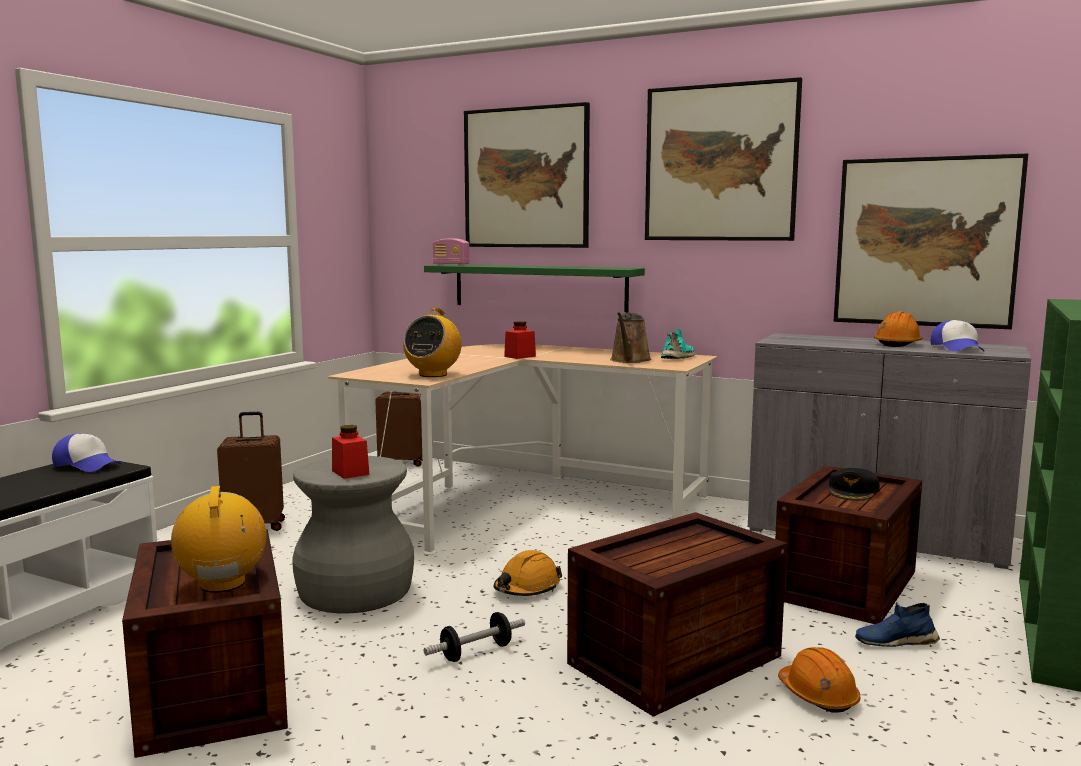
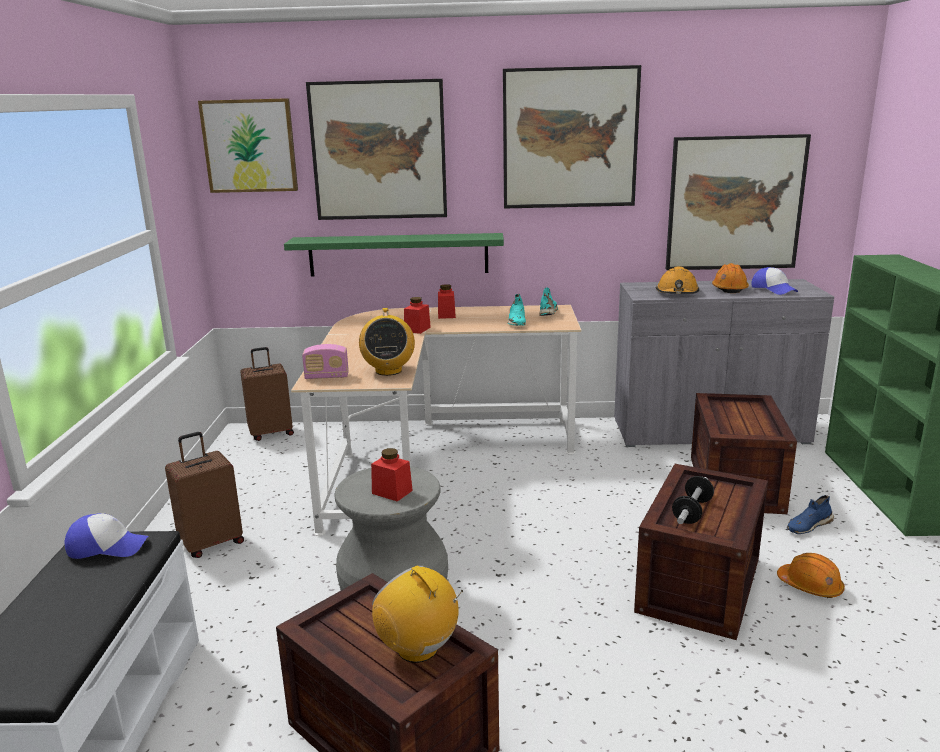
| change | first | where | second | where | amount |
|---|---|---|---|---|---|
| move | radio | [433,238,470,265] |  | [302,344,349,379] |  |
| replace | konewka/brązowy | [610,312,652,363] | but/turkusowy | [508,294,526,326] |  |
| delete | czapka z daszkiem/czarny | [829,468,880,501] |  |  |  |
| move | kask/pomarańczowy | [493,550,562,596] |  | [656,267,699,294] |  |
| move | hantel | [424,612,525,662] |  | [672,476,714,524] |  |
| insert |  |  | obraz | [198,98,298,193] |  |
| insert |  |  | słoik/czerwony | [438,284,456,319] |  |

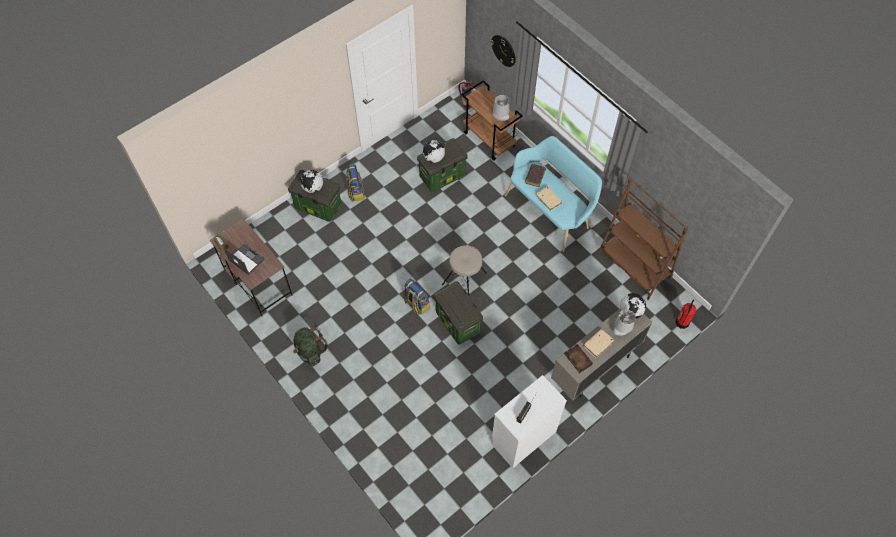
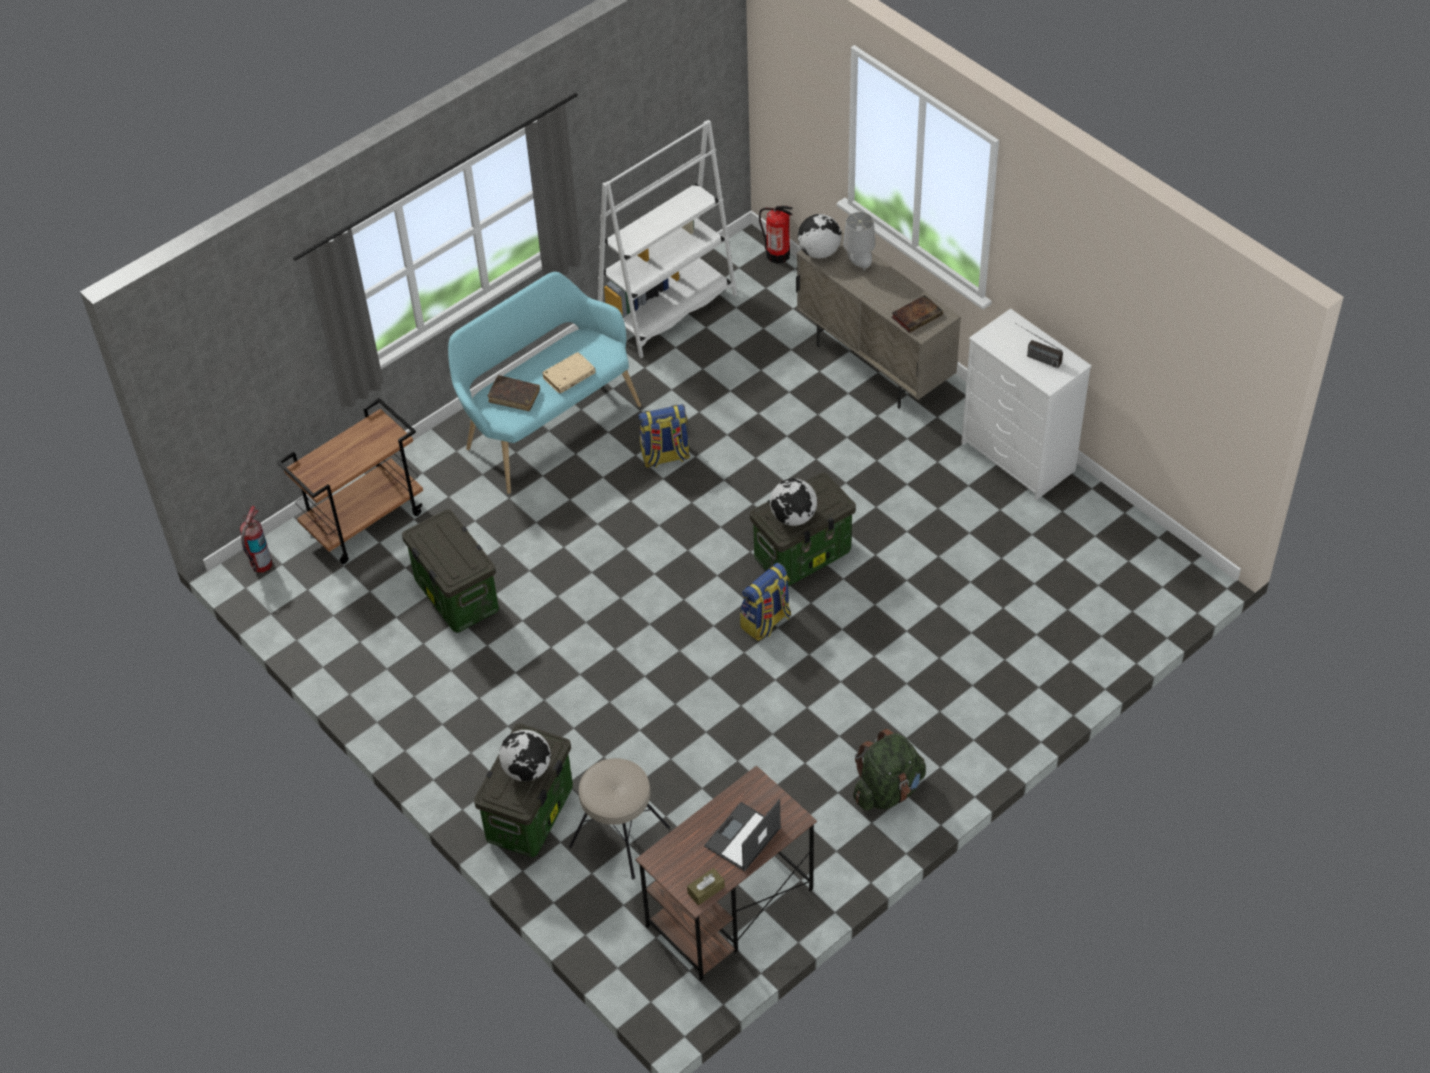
| change | first | where | second | where | amount |
|---|---|---|---|---|---|
| delete | zegar ścienny | [491,35,516,67] |  |  |  |
| delete | lampa stołowa/szary | [493,95,509,121] |  |  |  |
| move | globus | [423,140,445,163] |  | [770,478,817,526] |  |
| move | plecak | [346,164,365,201] |  | [638,404,690,468] |  |
| recolor | regał/brązowy | [598,177,688,300] | regał/biały | [598,120,737,358] |  |
| move | stołek/beżowy | [442,245,487,296] |  | [569,758,670,879] |  |
| delete | książka/beżowy | [583,329,614,358] |  |  |  |

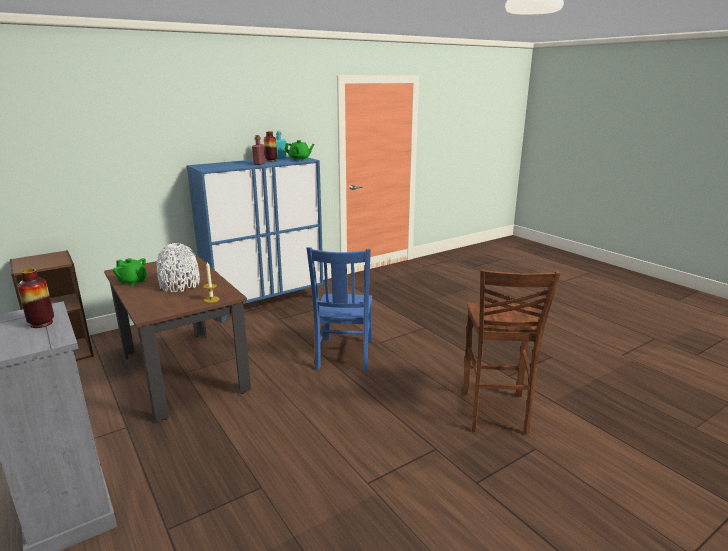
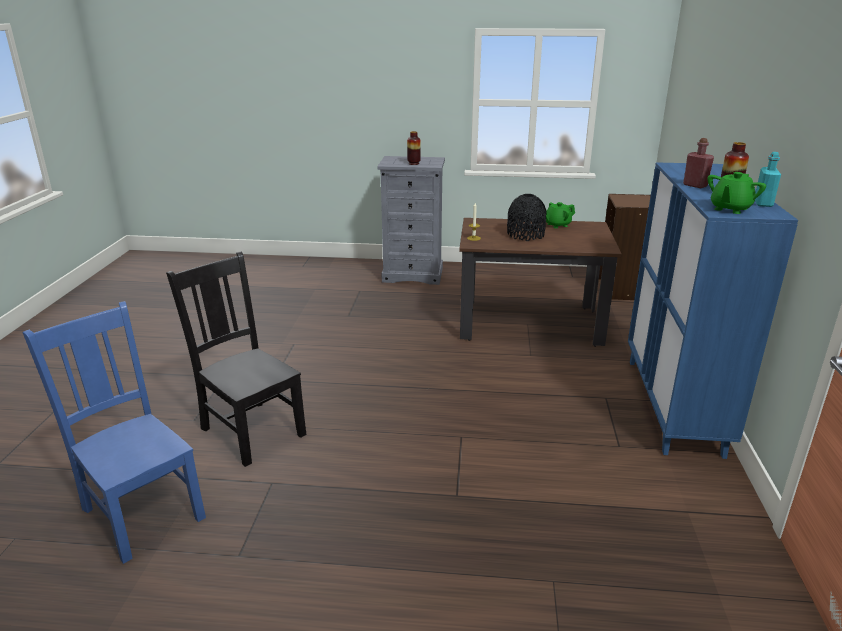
| change | first | where | second | where | amount |
|---|---|---|---|---|---|
| recolor | wazon/biały | [156,243,200,292] | wazon/czarny | [507,194,547,241] |  |
| move | krzesło/niebieski | [307,247,372,372] |  | [22,301,206,564] |  |
| replace | stołek/brązowy | [463,269,561,435] | krzesło/czarny | [166,251,306,467] |  |

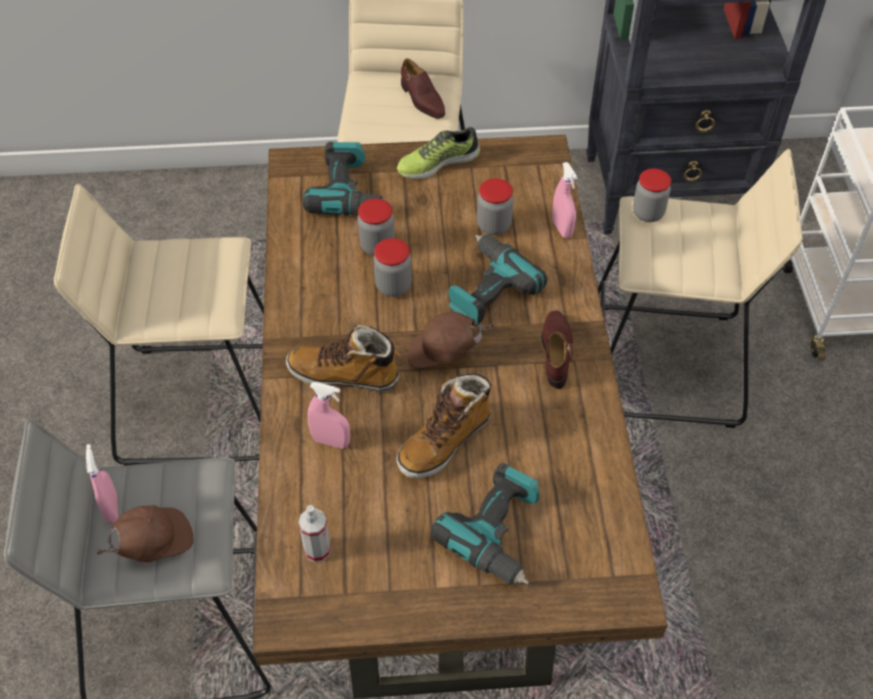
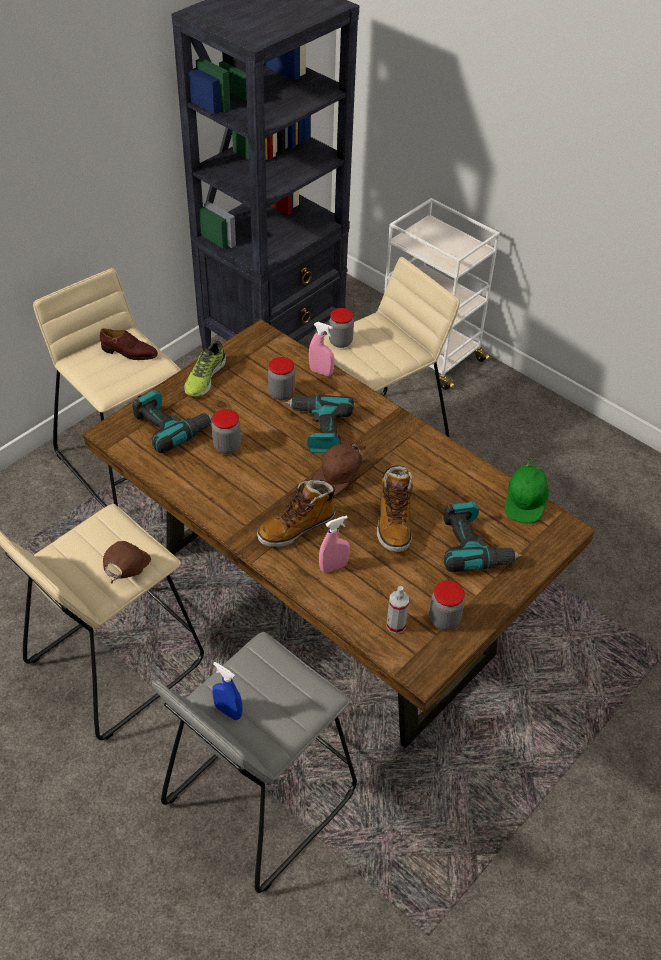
| change | first | where | second | where | amount |
|---|---|---|---|---|---|
| move | słoik | [373,238,412,297] |  | [429,581,465,630] |  |
| delete | but/brązowy | [541,310,573,389] |  |  |  |
| recolor | spryskiwacz/różowy | [86,444,118,524] | spryskiwacz/niebieski | [212,662,243,720] |  |
| move | czapka z daszkiem/brązowy | [97,505,194,562] |  | [103,541,151,583] |  |
| insert |  |  | czapka z daszkiem/zielony | [505,458,549,523] |  |

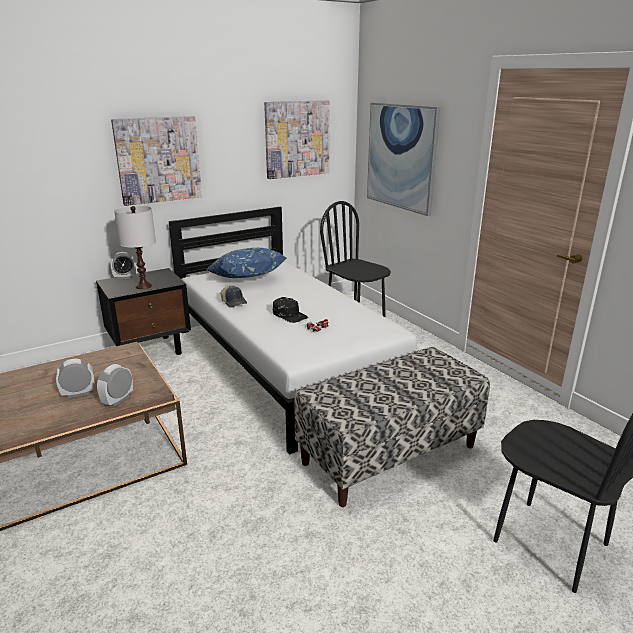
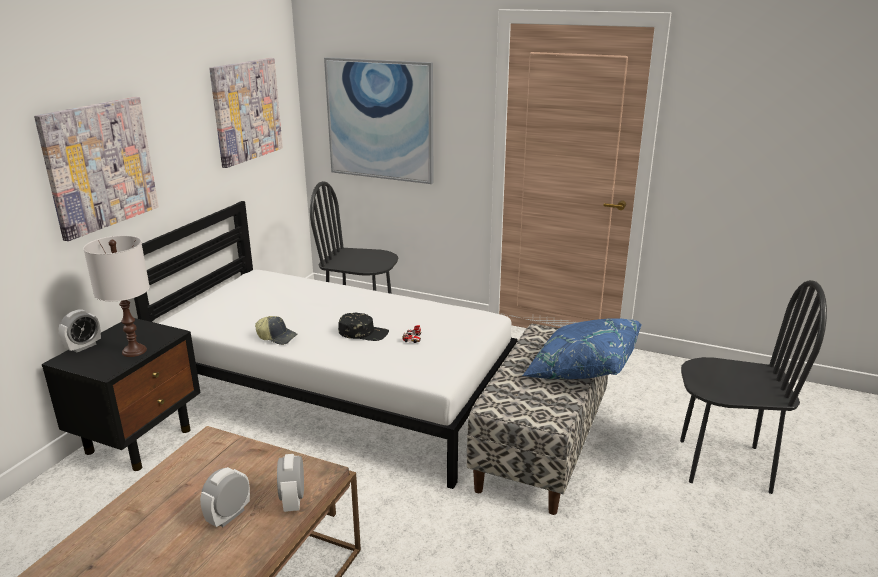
| change | first | where | second | where | amount |
|---|---|---|---|---|---|
| move | poduszka/niebieski | [206,248,287,278] |  | [522,318,642,379] |  |

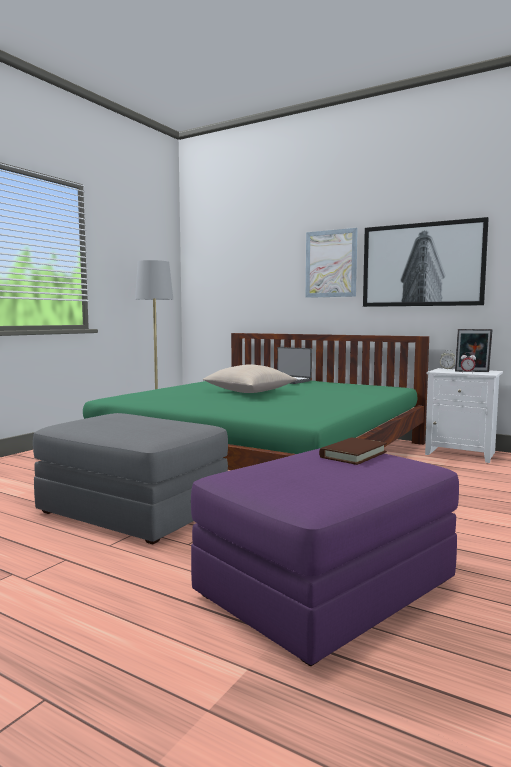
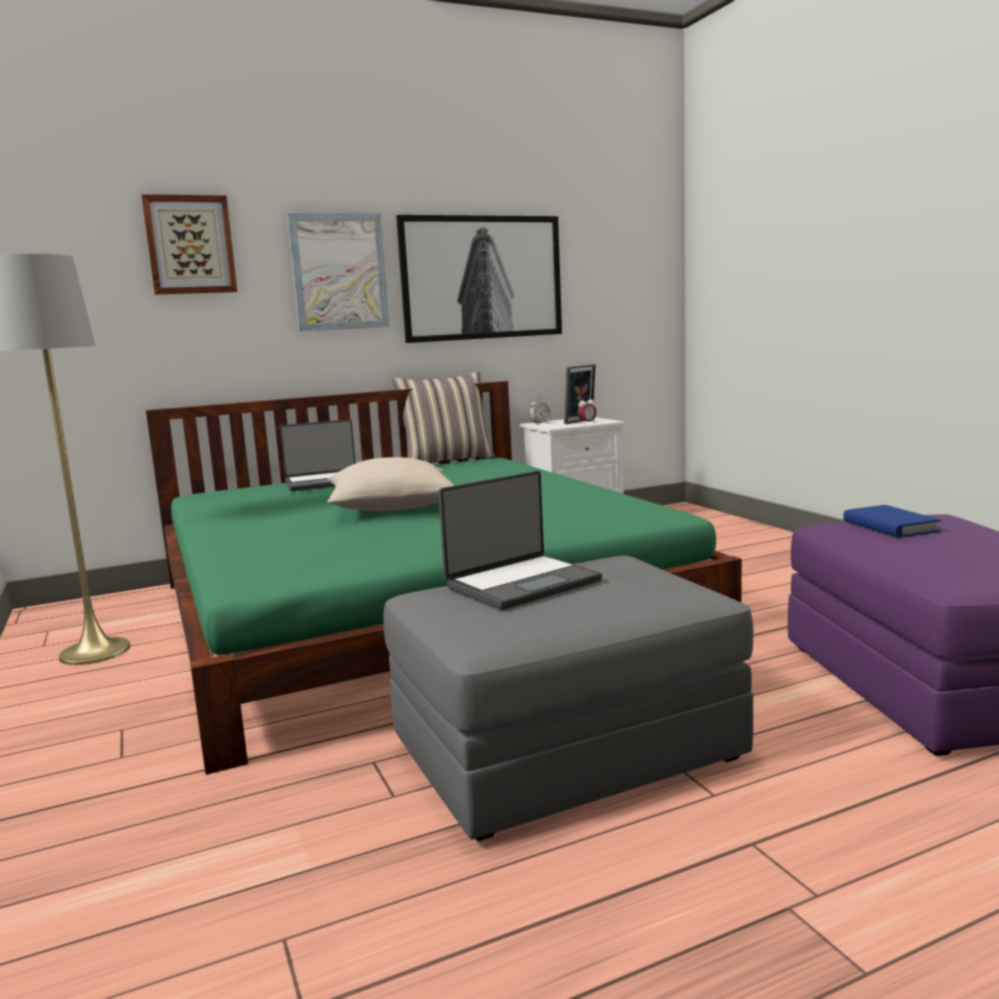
| change | first | where | second | where | amount |
|---|---|---|---|---|---|
| recolor | książka/brązowy | [319,438,387,465] | książka/niebieski | [843,505,941,537] |  |
| insert |  |  | obraz | [142,194,237,295] |  |
| insert |  |  | poduszka | [392,371,495,463] |  |
| insert |  |  | laptop | [438,471,602,610] |  |

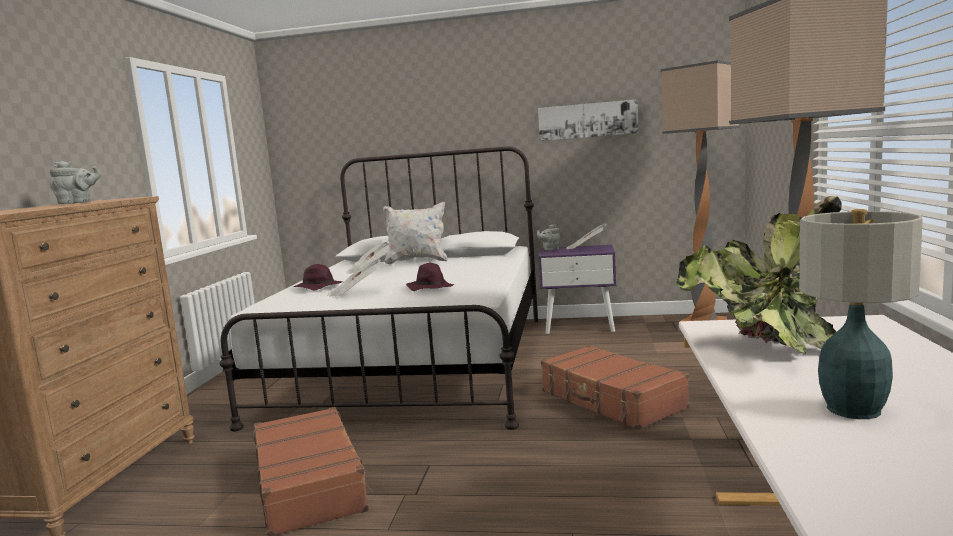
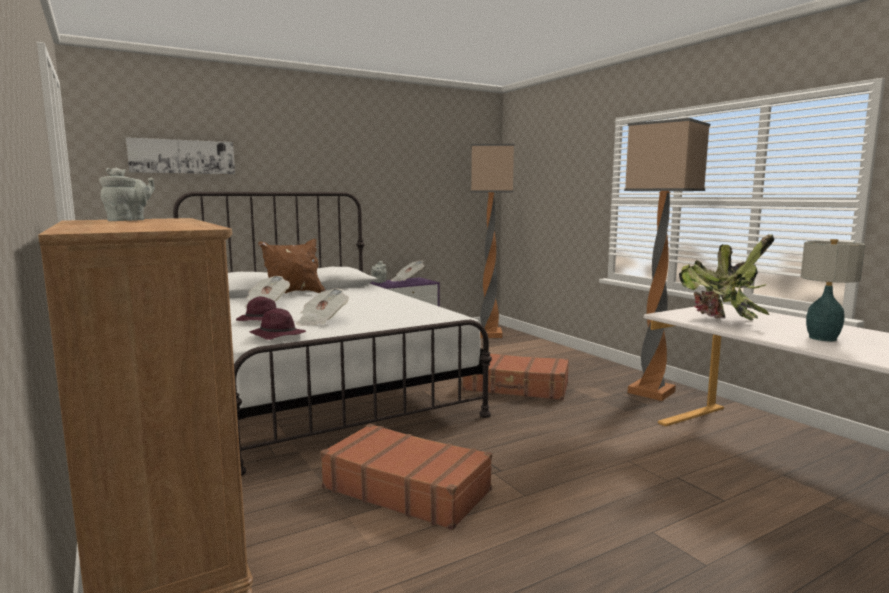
| change | first | where | second | where | amount |
|---|---|---|---|---|---|
| move | obraz | [538,99,639,141] |  | [126,137,235,174] |  |
| recolor | poduszka/biały | [383,202,448,265] | poduszka/brązowy | [258,239,326,293] |  |
| move | kapelusz/fioletowy | [406,263,454,291] |  | [250,308,306,340] |  |

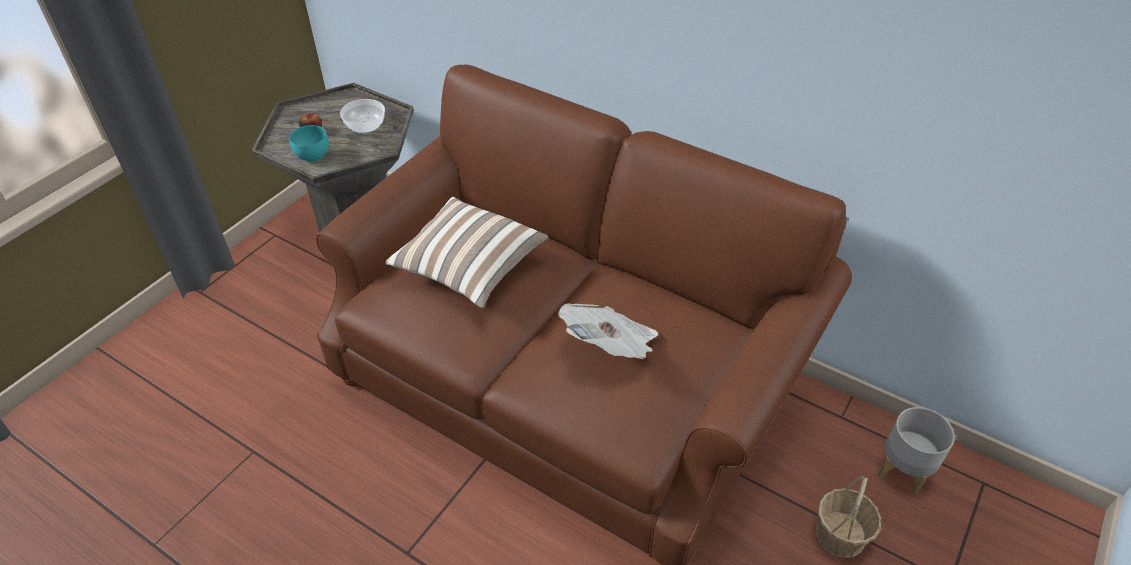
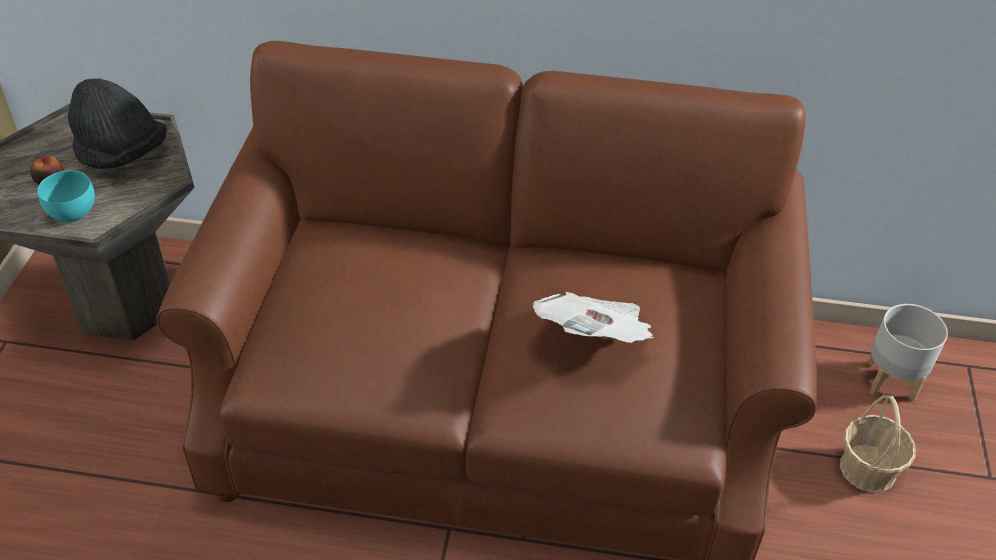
| change | first | where | second | where | amount |
|---|---|---|---|---|---|
| replace | miska | [340,99,385,133] | kapelusz/czarny | [68,78,167,169] |  |
| delete | poduszka | [384,197,549,308] |  |  |  |

